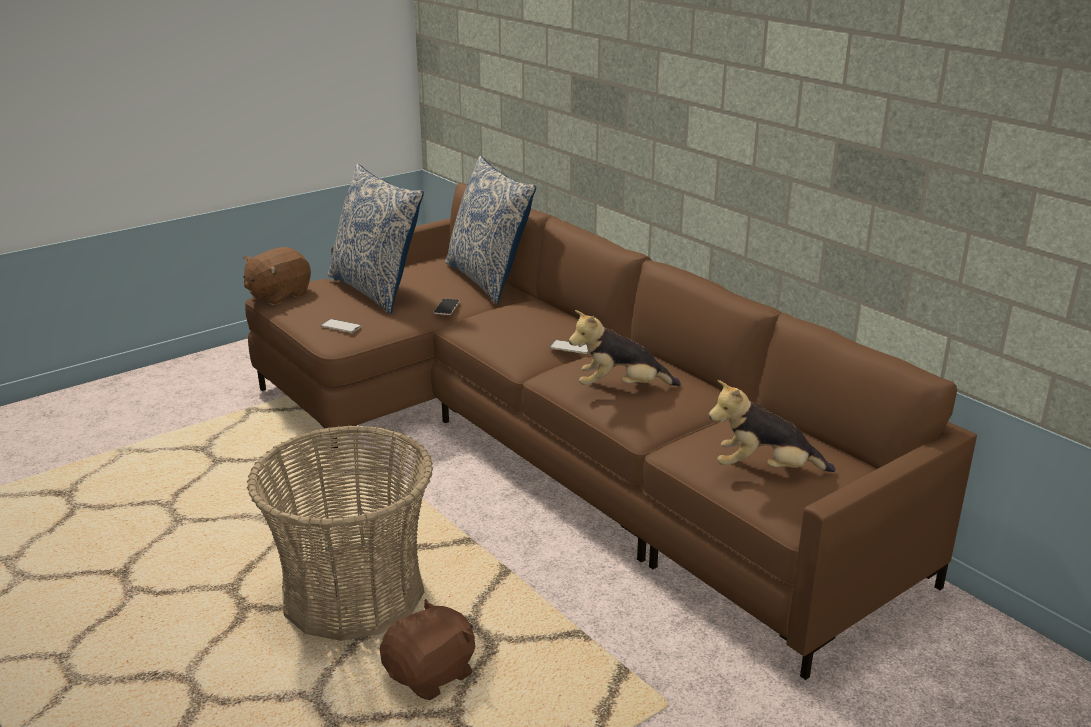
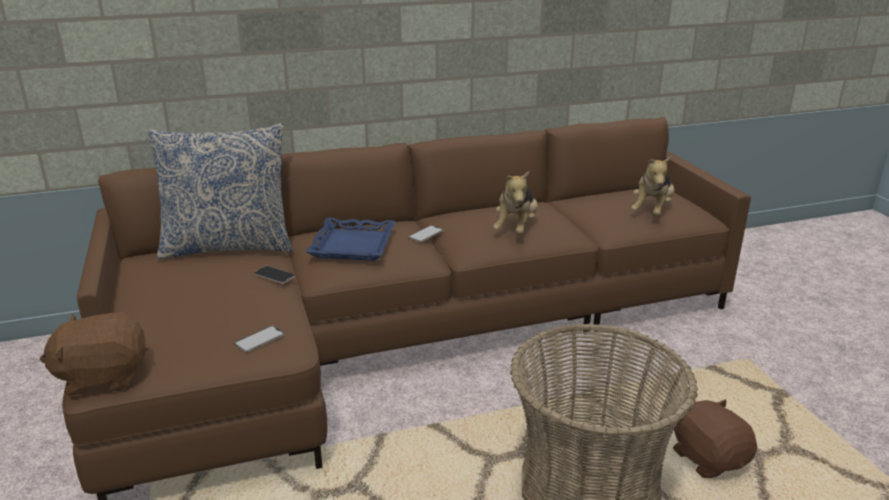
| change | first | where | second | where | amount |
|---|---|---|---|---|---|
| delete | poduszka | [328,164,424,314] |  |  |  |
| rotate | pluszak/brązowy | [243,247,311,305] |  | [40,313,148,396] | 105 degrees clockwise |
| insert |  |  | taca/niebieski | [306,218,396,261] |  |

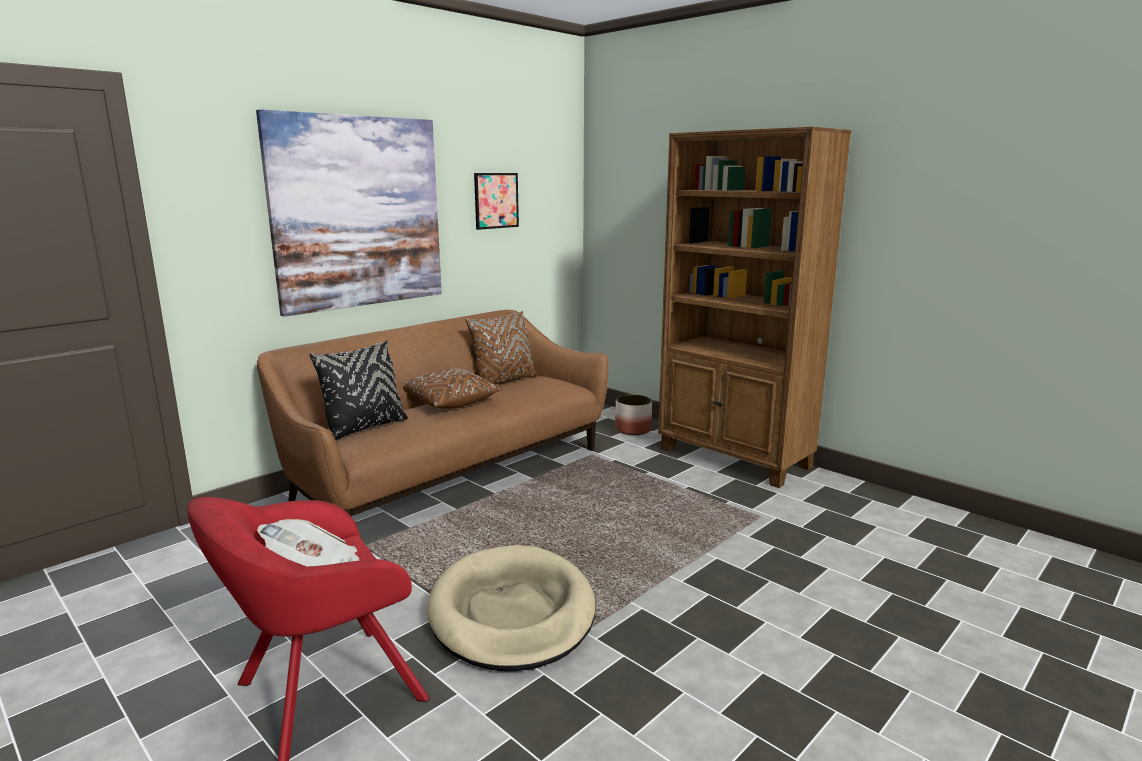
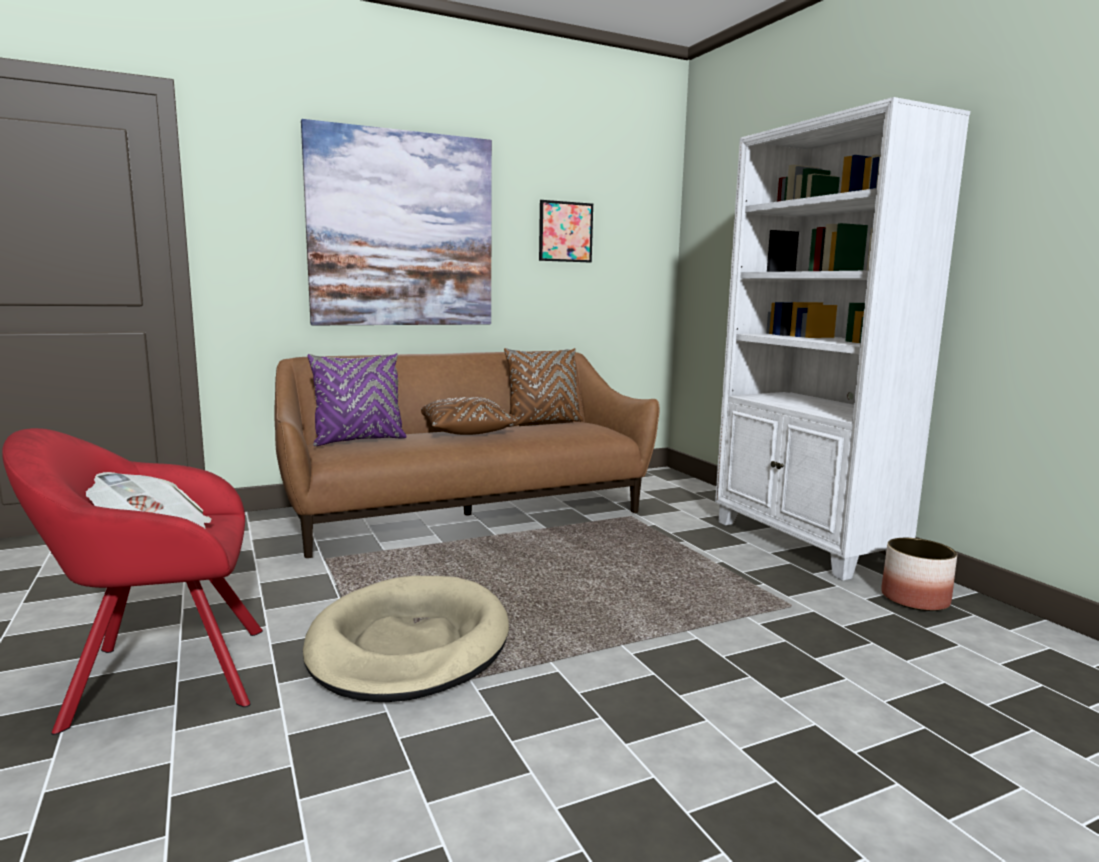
| change | first | where | second | where | amount |
|---|---|---|---|---|---|
| recolor | regał/brązowy | [658,127,851,488] | regał/biały | [715,97,970,581] |  |
| recolor | poduszka/czarny | [309,340,408,440] | poduszka/fioletowy | [308,353,407,446] |  |
| move | donica | [615,395,652,435] |  | [881,538,957,611] |  |

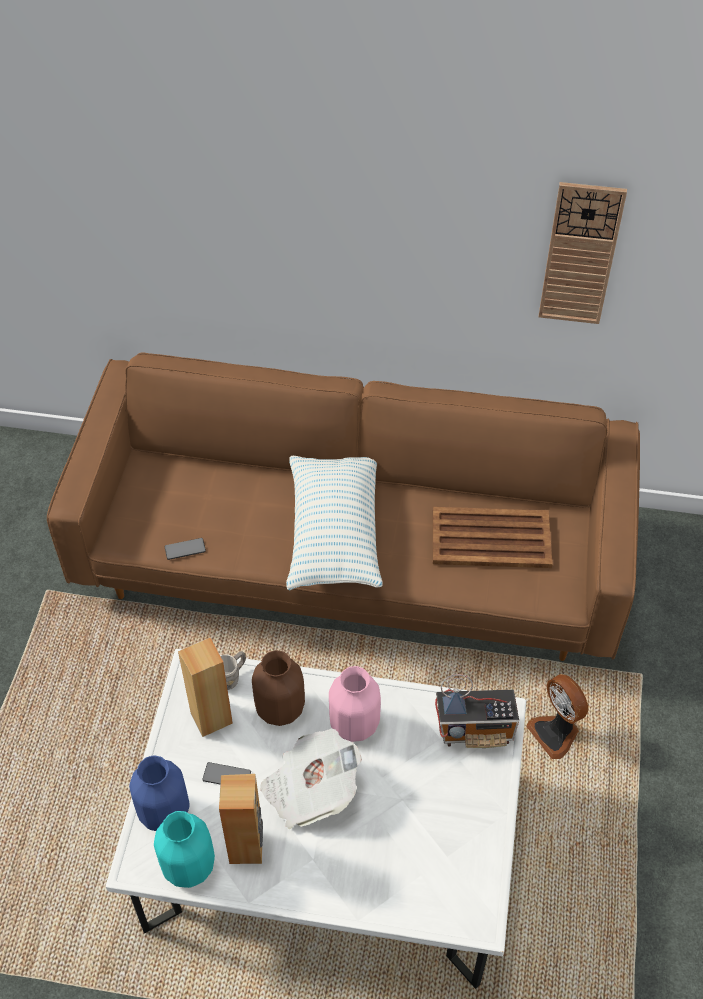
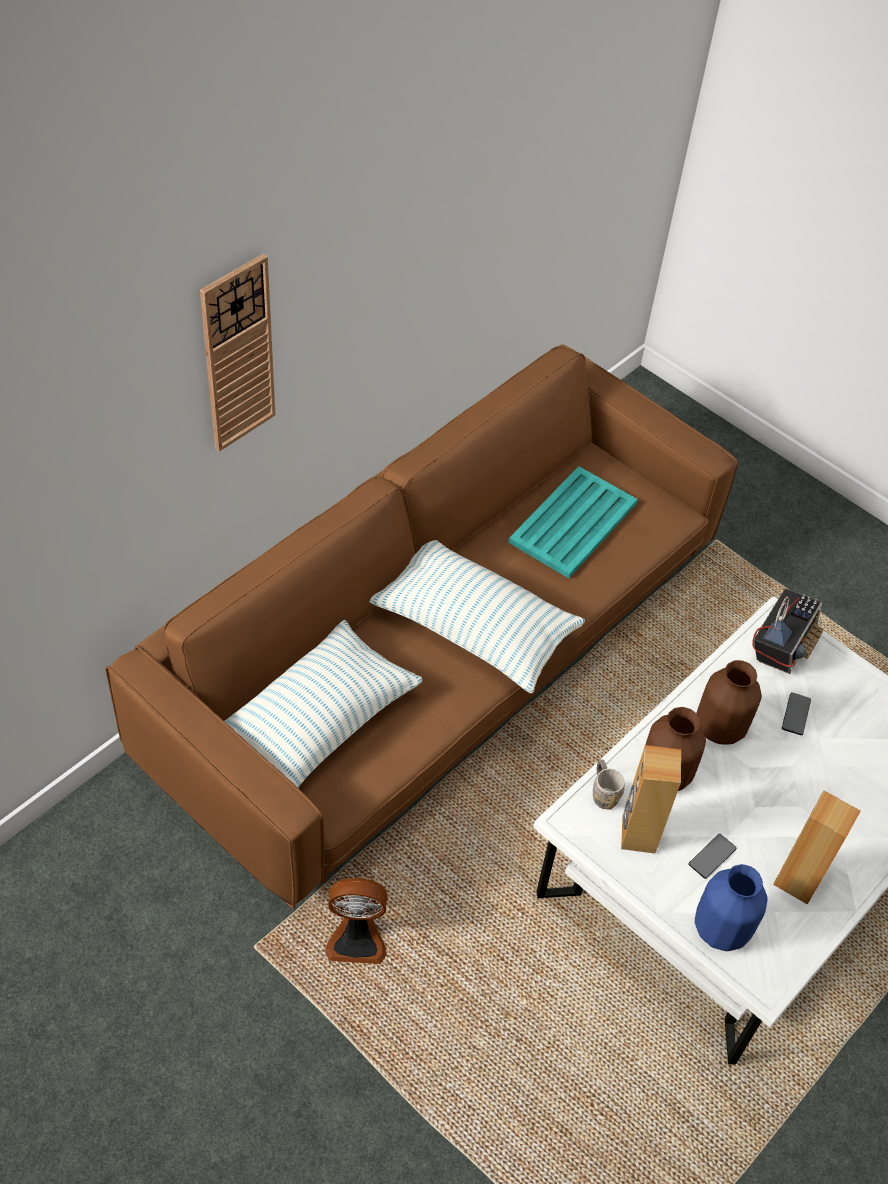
| change | first | where | second | where | amount |
|---|---|---|---|---|---|
| move | zegar ścienny | [539,182,627,324] |  | [200,254,275,452] |  |
| recolor | taca/brązowy | [433,507,553,568] | taca/turkusowy | [508,466,638,578] |  |
| move | telefon | [165,538,206,560] |  | [782,692,811,735] |  |
| recolor | wazon/różowy | [329,666,381,742] | wazon/brązowy | [696,660,762,744] |  |
| move | wentylator | [526,674,588,759] |  | [325,878,388,964] |  |
| delete | gazeta | [260,729,362,829] |  |  |  |
| delete | wazon/turkusowy | [154,811,215,888] |  |  |  |
| insert |  |  | poduszka | [225,620,422,787] |  |

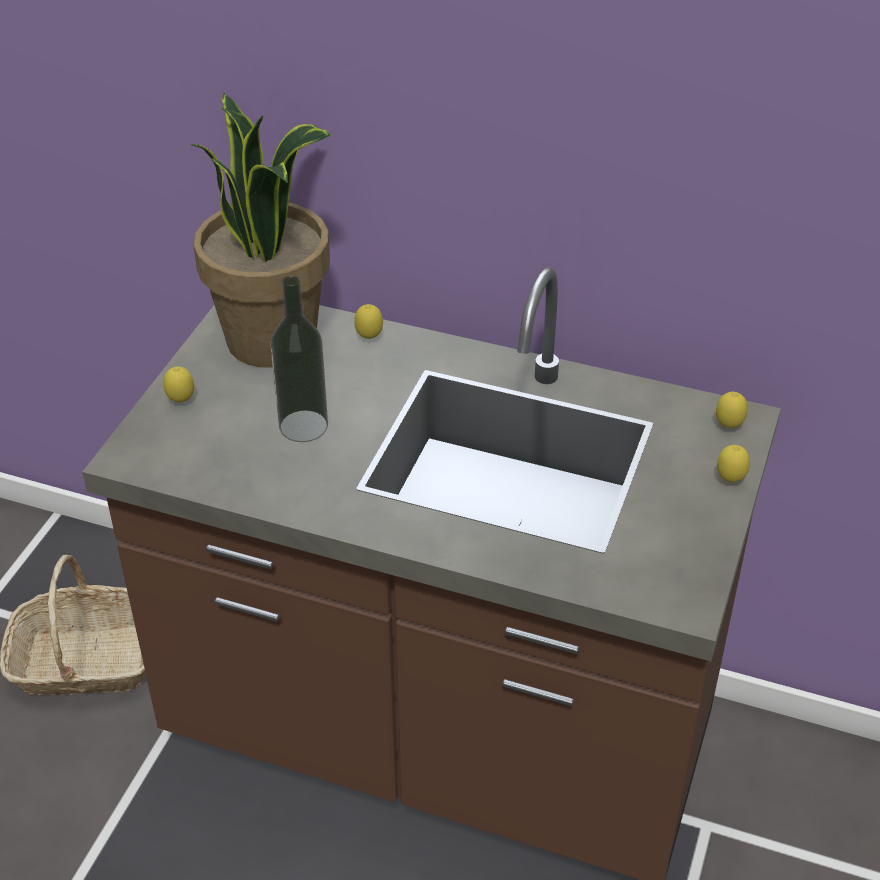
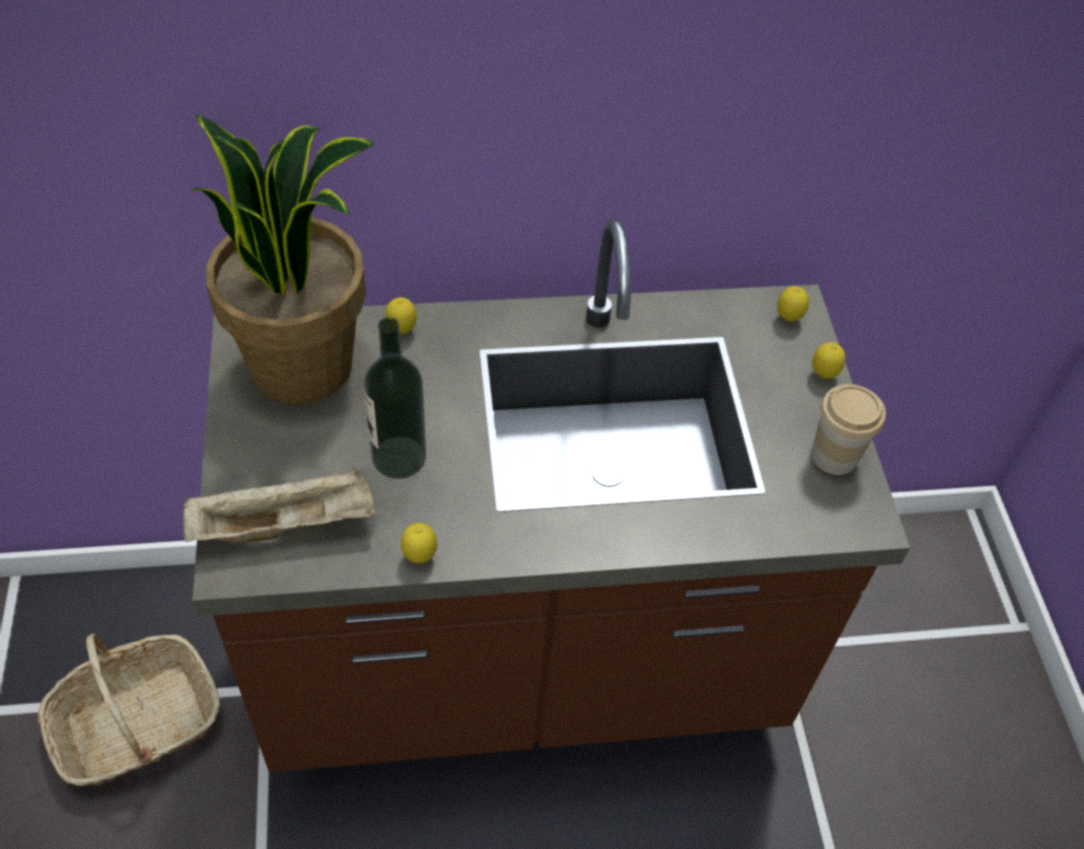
| change | first | where | second | where | amount |
|---|---|---|---|---|---|
| move | cytryna | [163,366,194,402] |  | [401,523,437,563] |  |
| insert |  |  | filiżanka | [811,384,886,475] |  |
| insert |  |  | taca/beżowy | [183,467,375,542] |  |

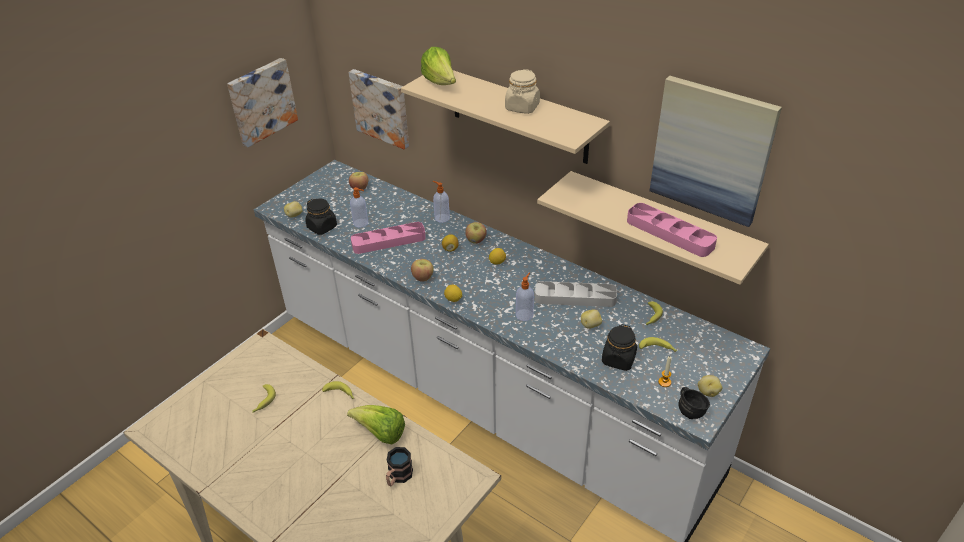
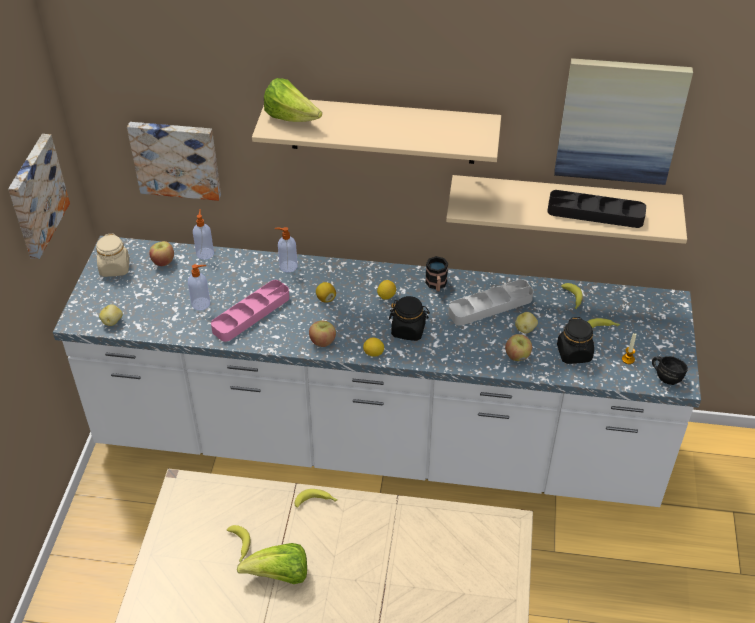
| change | first | where | second | where | amount |
|---|---|---|---|---|---|
| move | słoik/beżowy | [505,69,540,114] |  | [96,233,129,277] |  |
| move | słoik/czarny | [305,198,337,235] |  | [389,296,430,341] |  |
| recolor | taca/różowy | [627,203,717,257] | taca/czarny | [547,190,646,228] |  |
| move | jabłko | [465,222,487,244] |  | [505,334,532,361] |  |
| move | dozownik mydła | [516,272,534,321] |  | [193,209,214,259] |  |
| delete | ziemniak | [698,375,722,397] |  |  |  |
| move | sałata | [347,405,405,444] |  | [237,543,307,584] |  |
| move | kubek | [386,447,413,486] |  | [425,256,448,292] |  |

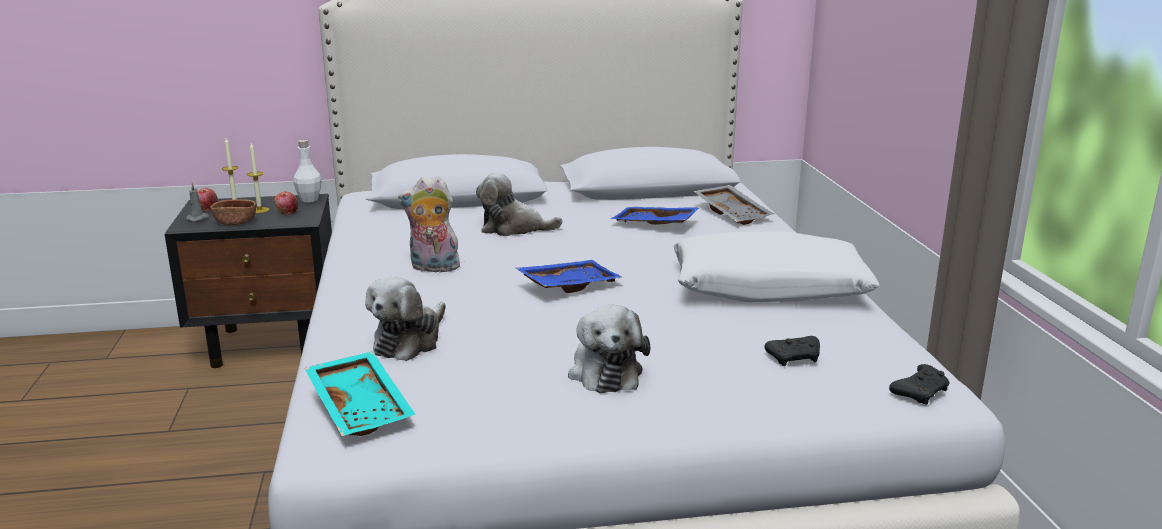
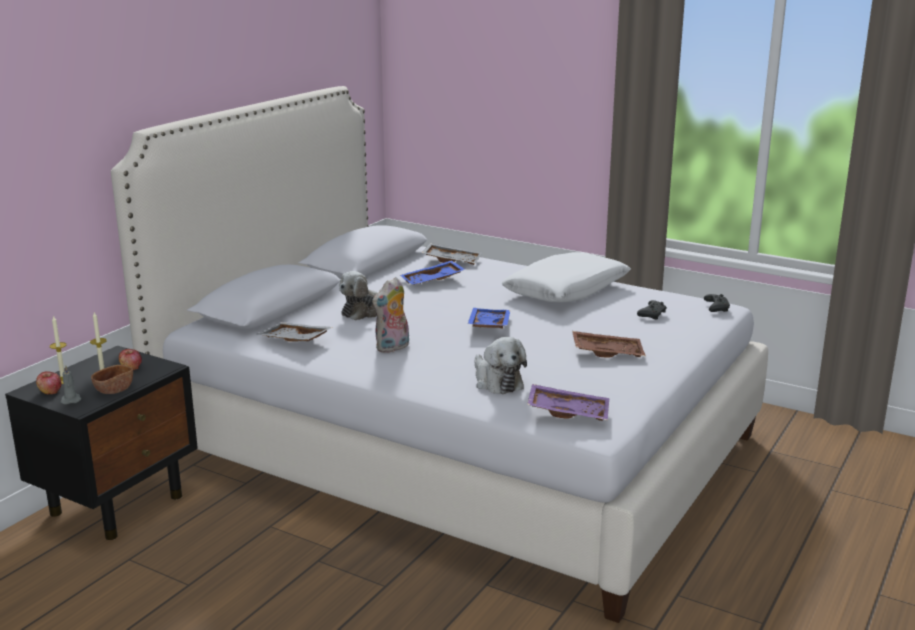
| change | first | where | second | where | amount |
|---|---|---|---|---|---|
| delete | butelka/biały | [293,140,321,202] |  |  |  |
| replace | pluszak | [568,305,650,393] | taca/brązowy | [572,331,646,358] |  |
| recolor | taca/turkusowy | [304,351,415,436] | taca/fioletowy | [527,384,609,421] |  |
| insert |  |  | taca/szary | [257,323,332,341] |  |

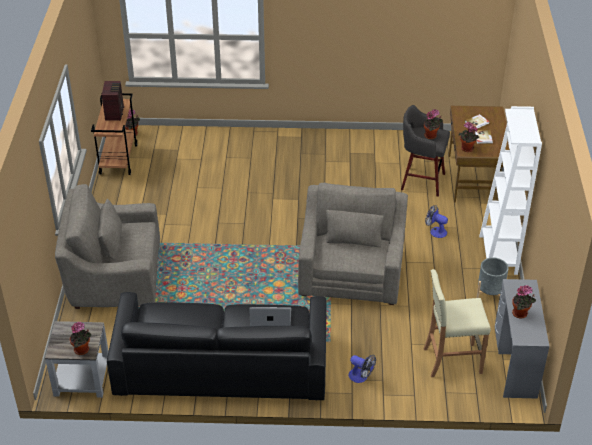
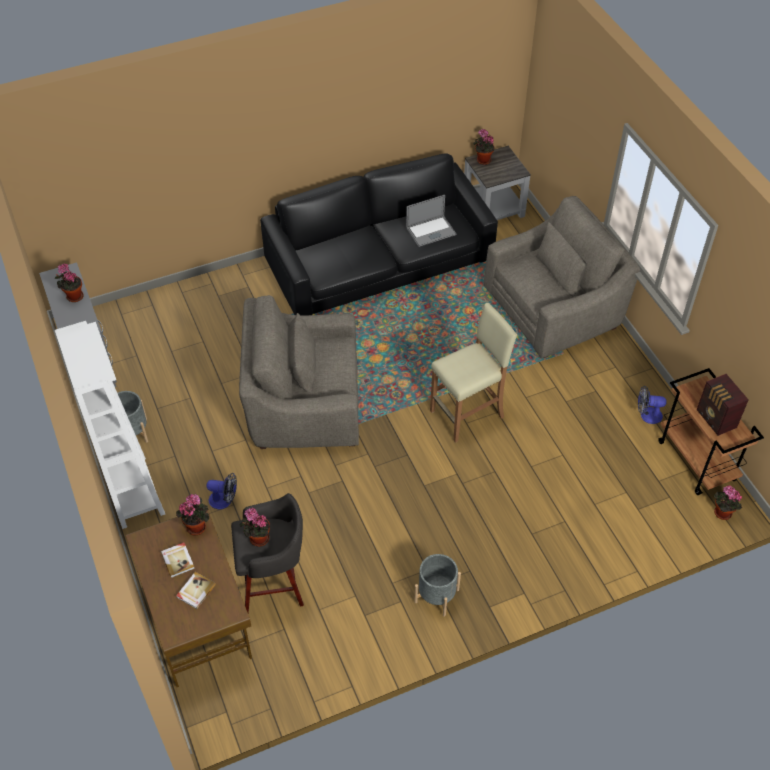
| change | first | where | second | where | amount |
|---|---|---|---|---|---|
| rotate | fotel/szary | [298,183,408,305] |  | [239,295,359,449] | 105 degrees clockwise |
| move | stołek/beżowy | [423,269,491,377] |  | [430,303,517,443] |  |
| move | laptop | [249,307,291,326] |  | [406,195,456,247] |  |
| move | wentylator | [349,355,376,383] |  | [638,385,667,424] |  |
| insert |  |  | donica/szary | [414,554,461,616] |  |

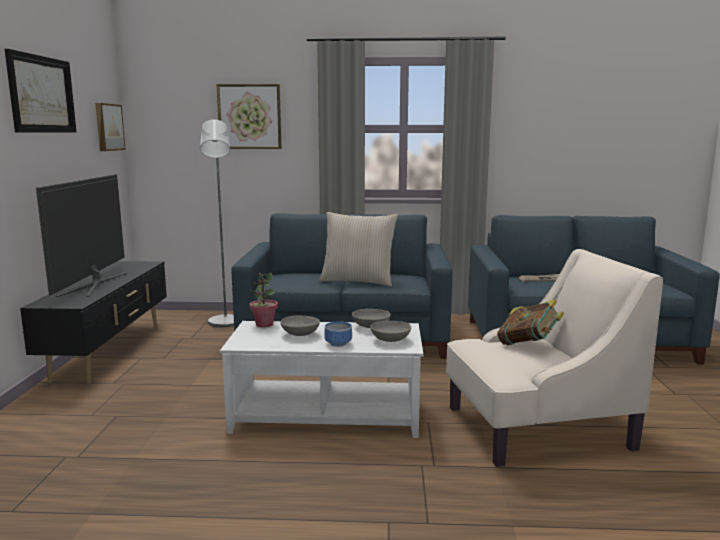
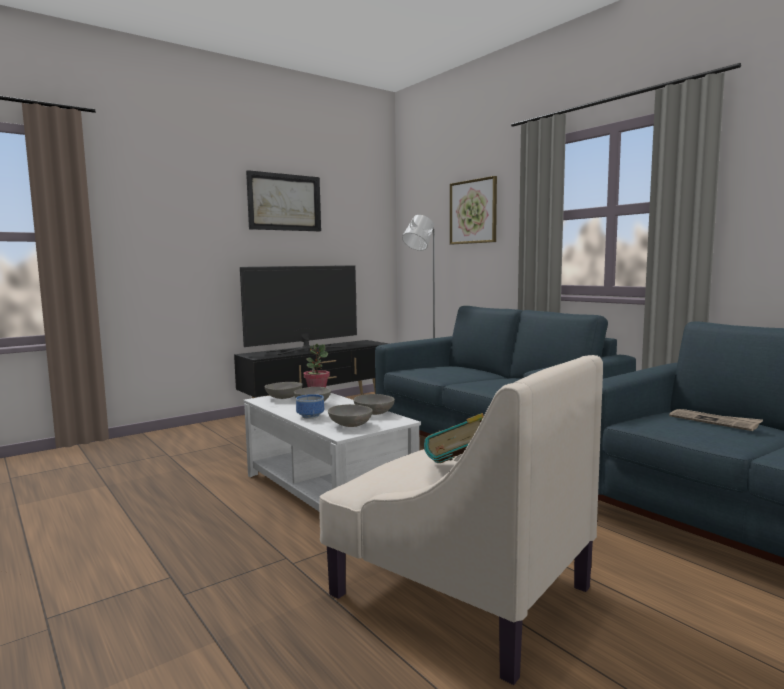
| change | first | where | second | where | amount |
|---|---|---|---|---|---|
| delete | obraz | [95,103,126,151] |  |  |  |
| delete | poduszka/beżowy | [319,212,398,287] |  |  |  |
| insert |  |  | miska/szary | [265,382,302,399] |  |

